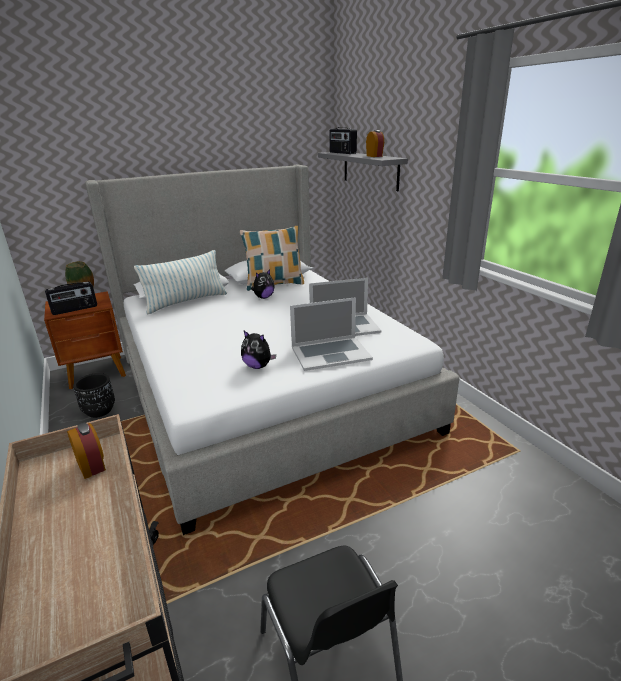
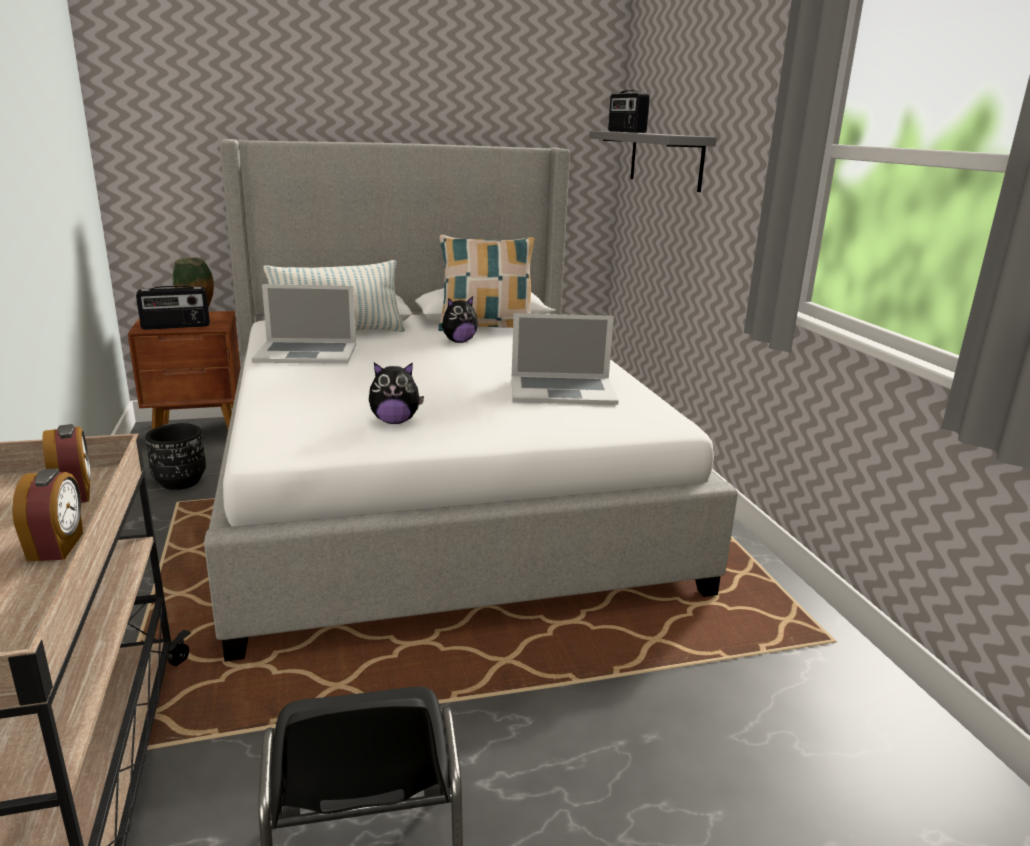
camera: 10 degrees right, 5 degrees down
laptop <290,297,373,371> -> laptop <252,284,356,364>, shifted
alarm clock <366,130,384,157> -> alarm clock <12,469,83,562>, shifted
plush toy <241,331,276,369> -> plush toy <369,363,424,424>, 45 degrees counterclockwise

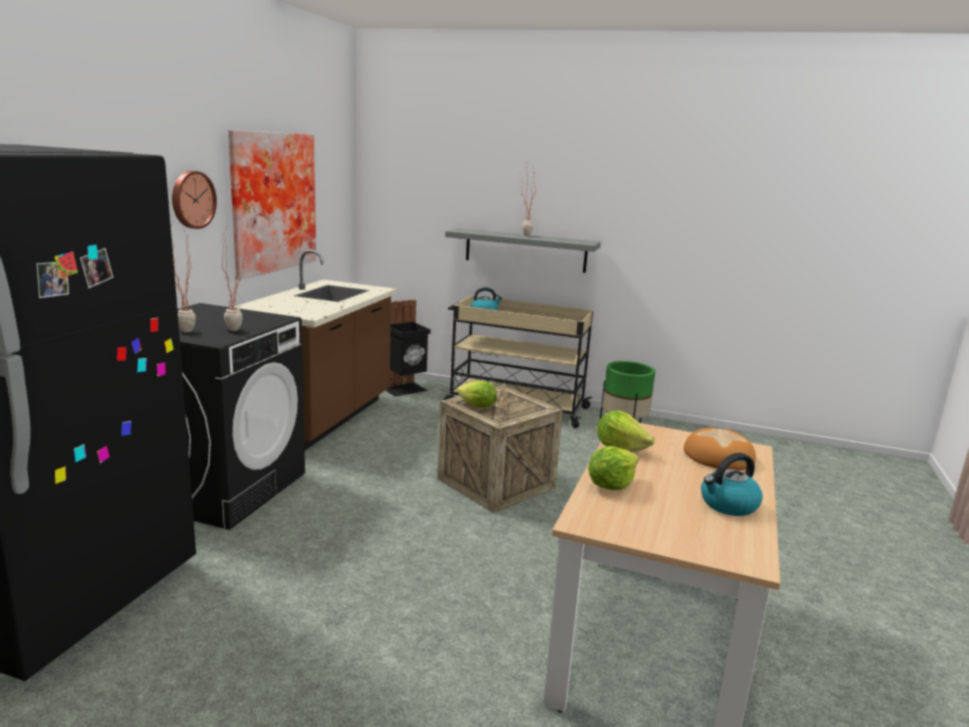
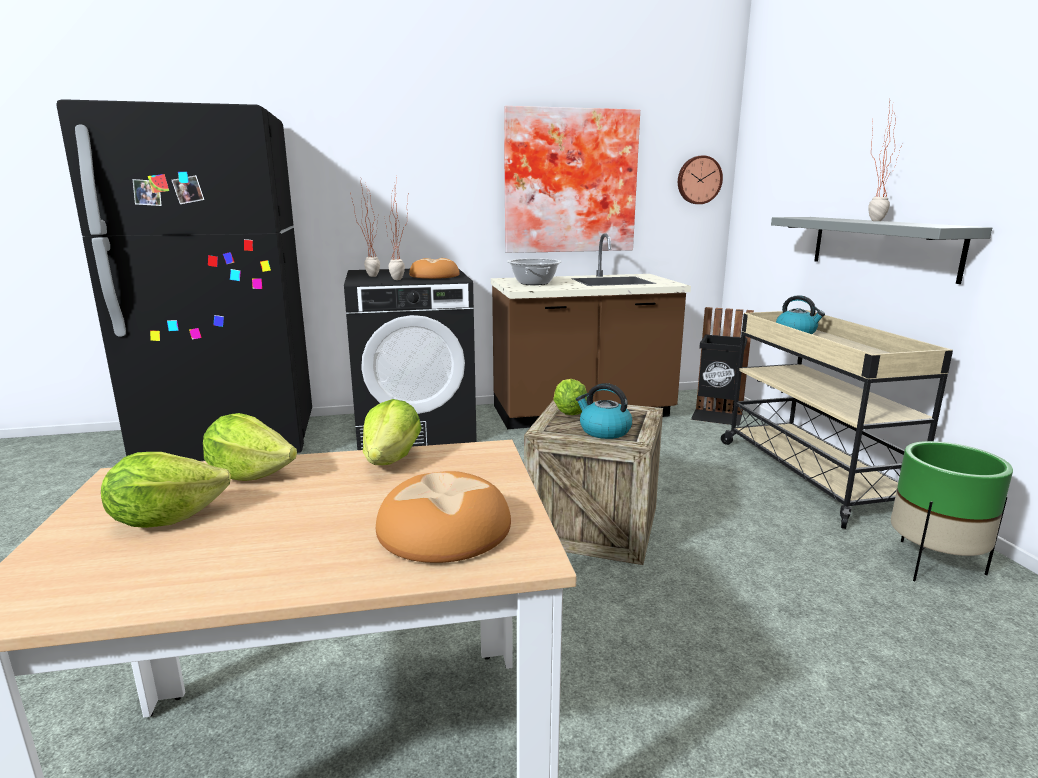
camera: 60 degrees right, 0 degrees up
none -> lettuce <101,452,231,528>
none -> bread <409,258,460,279>
none -> cooking pot <507,258,562,285>
wall clock <172,171,217,229> -> wall clock <678,155,723,204>, shifted
kettle <701,453,763,516> -> kettle <576,383,632,439>, shifted

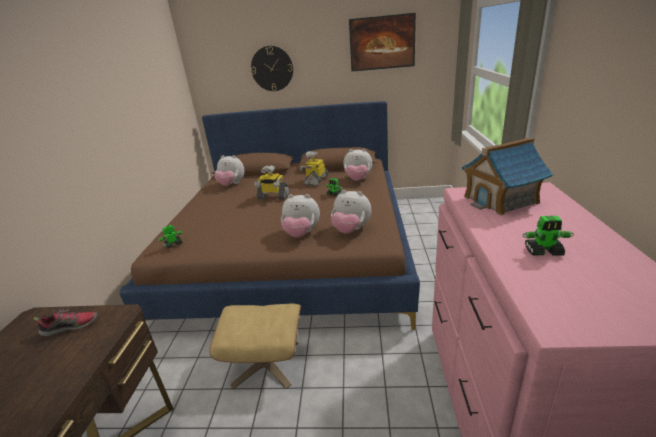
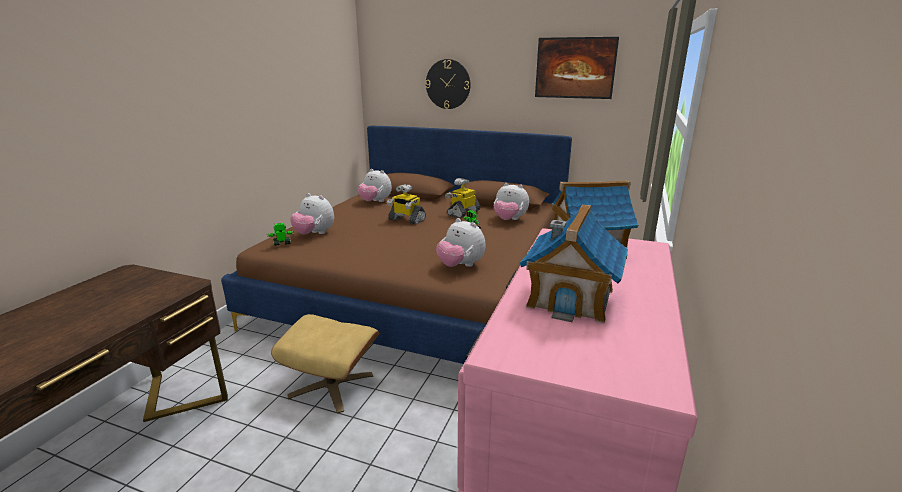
camera: 15 degrees right, 5 degrees down
shoe <33,308,97,336> -> none
plush toy <281,194,320,238> -> plush toy <290,193,334,235>, shifted
toy robot <522,216,574,256> -> toy house <519,204,628,323>

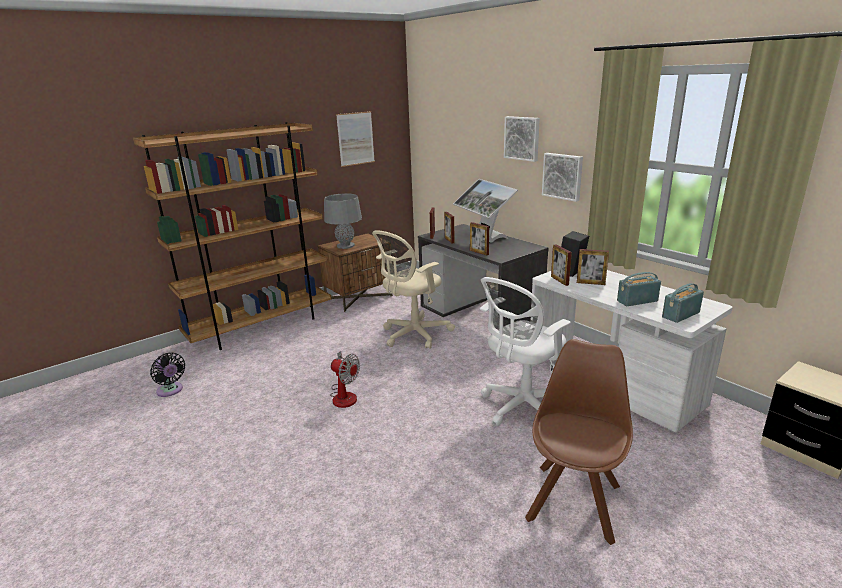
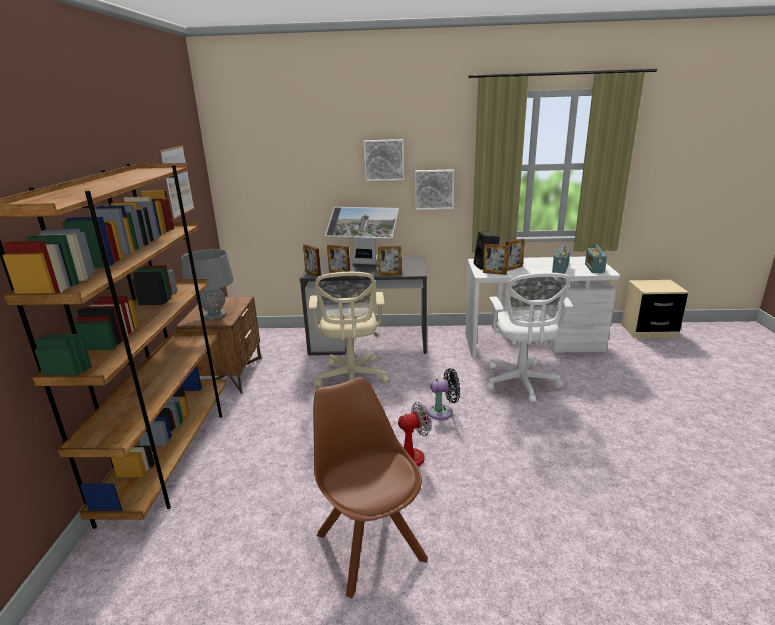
camera: 50 degrees left, 0 degrees up
fan (black) <150,353,185,397> -> fan (black) <428,368,460,420>, shifted
chair (brown) <525,339,633,545> -> chair (brown) <313,377,428,598>, shifted

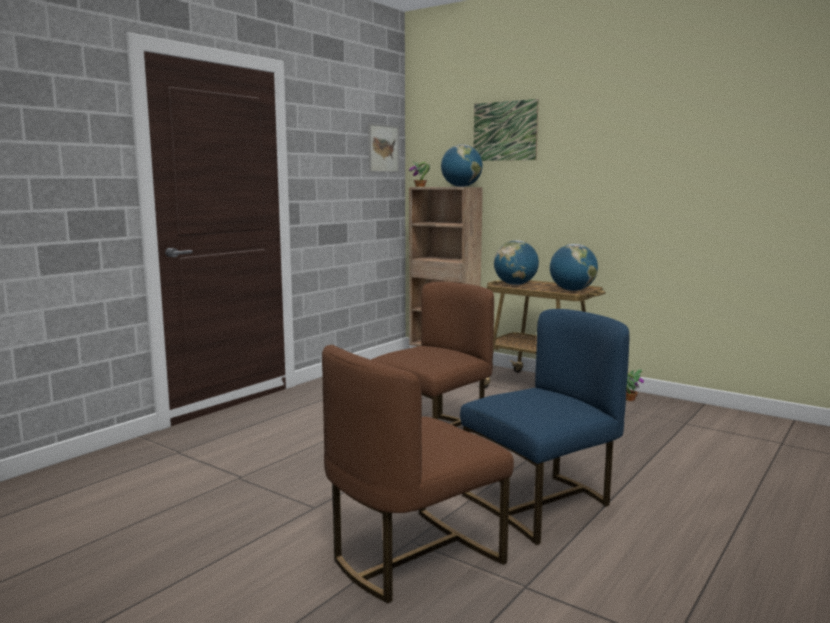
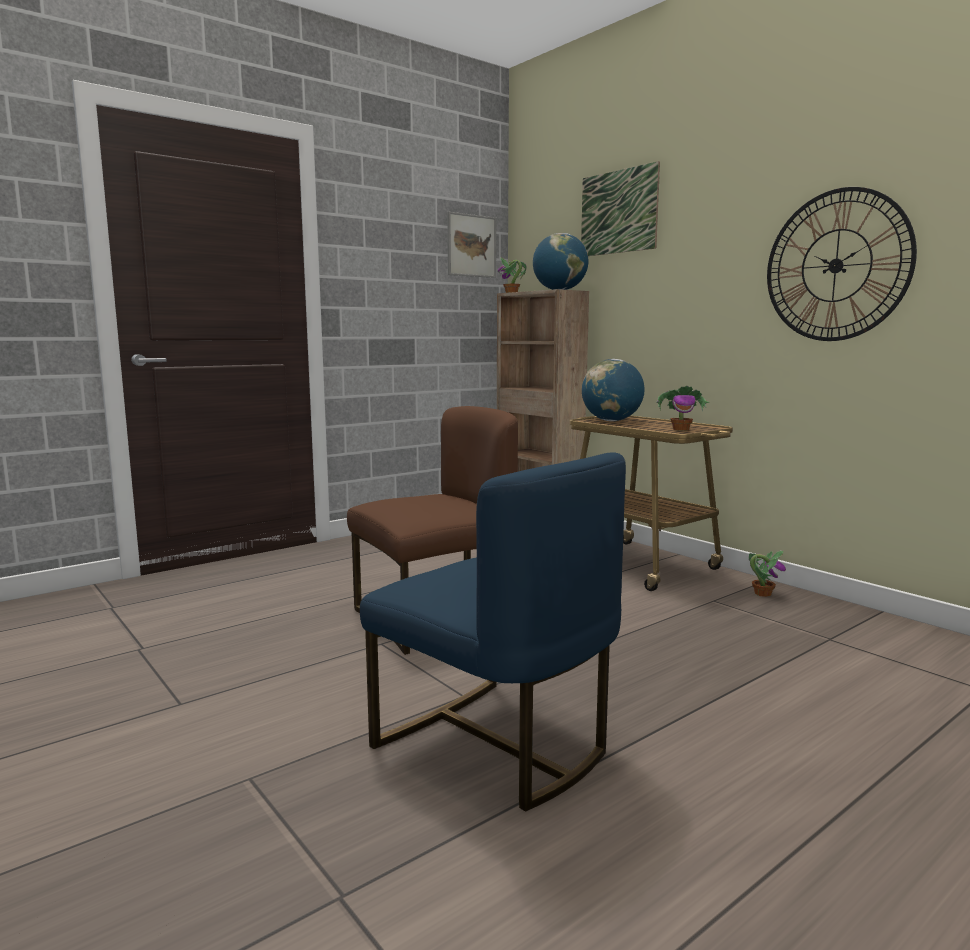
camera: 15 degrees right, 0 degrees up
chair (brown) <322,345,514,603> -> none
none -> wall clock <767,187,917,341>
globe <550,244,598,291> -> potted plant <657,386,710,431>
chair (blue) <460,309,629,545> -> chair (blue) <360,452,626,812>, 60 degrees clockwise

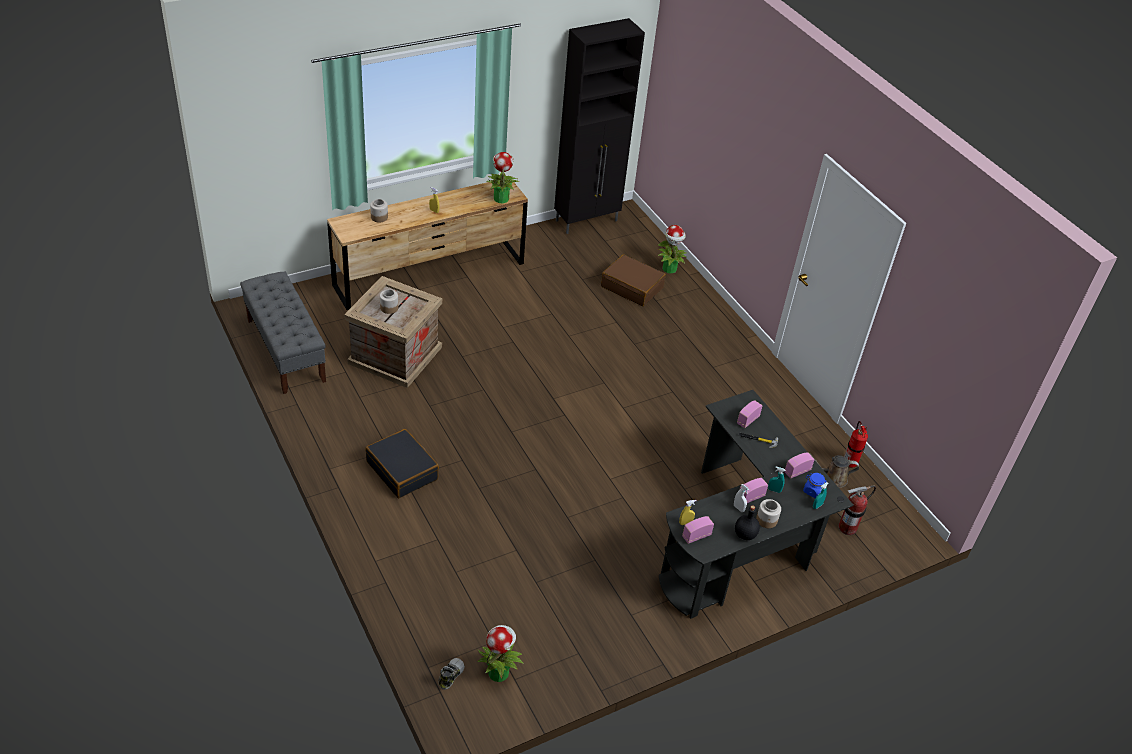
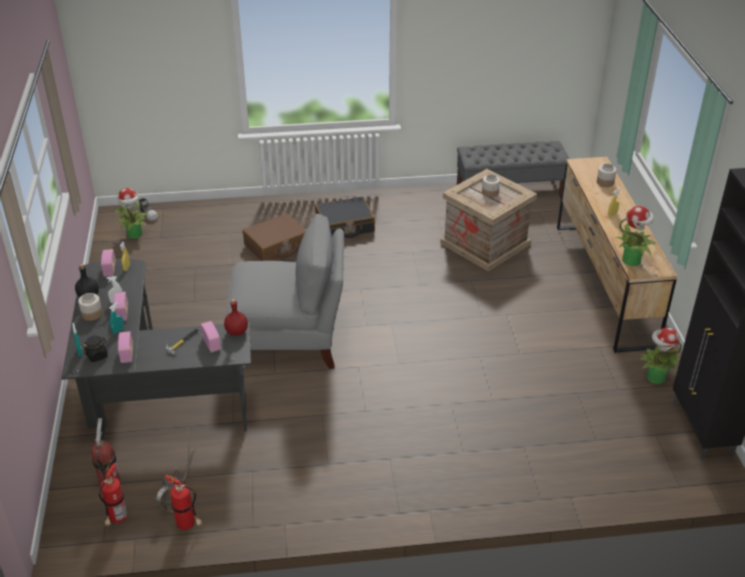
camera: 115 degrees right, 5 degrees down
none -> fire extinguisher <99,463,127,526>
none -> bottle (red) <224,299,248,336>
none -> chair (grey) <226,214,344,369>
suitcase (brown) <601,254,666,306> -> suitcase (brown) <243,213,306,261>, shifted
potted plant <658,225,687,273> -> potted plant <640,327,682,384>, shifted
jar (blue) <803,473,827,498> -> jar (black) <83,336,108,362>

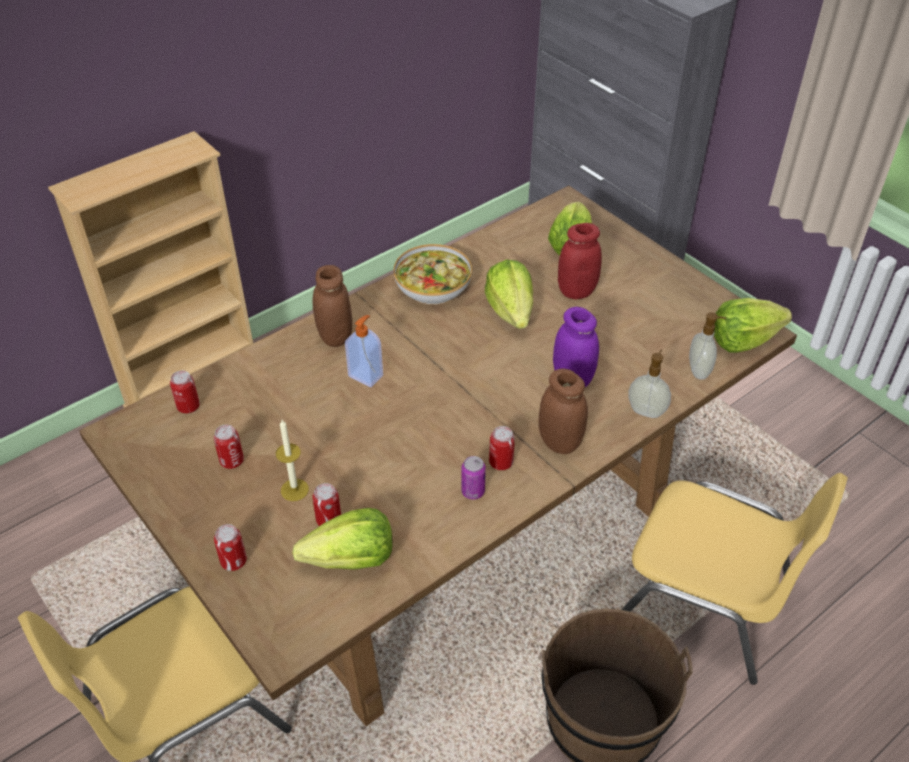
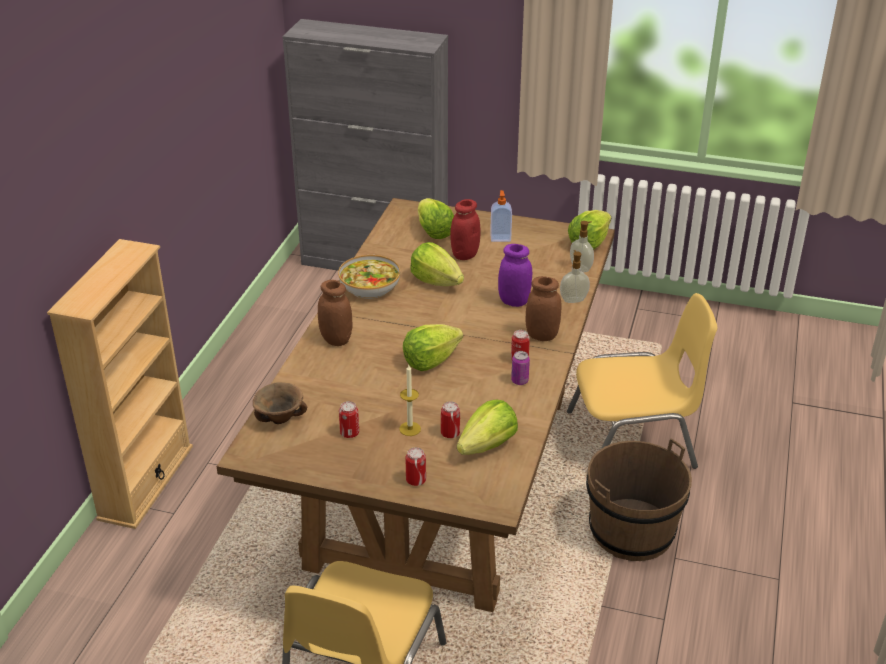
camera: 35 degrees left, 10 degrees down
none -> lettuce <403,324,463,371>
soap dispenser <345,315,383,387> -> soap dispenser <490,190,512,242>, shifted
can <170,371,200,413> -> bowl (brown) <253,382,307,424>

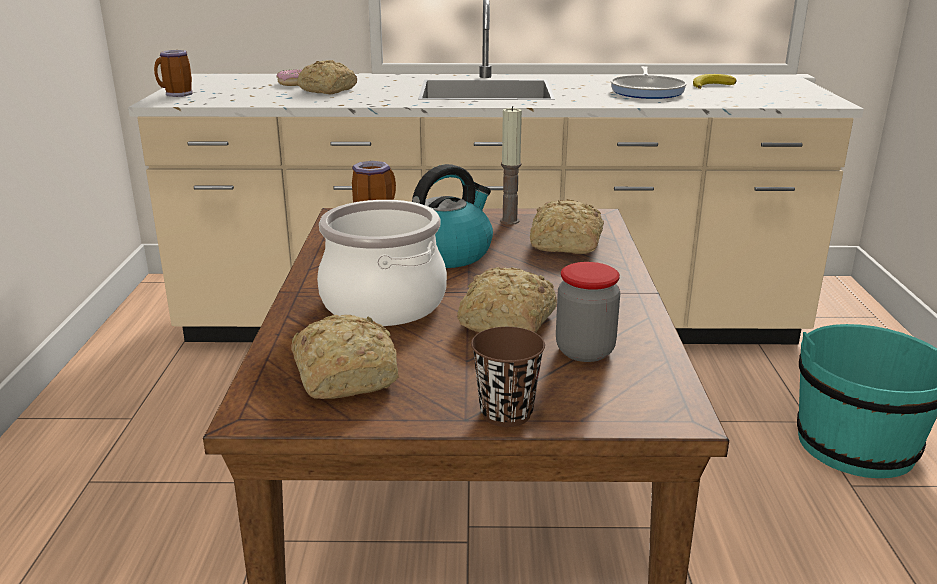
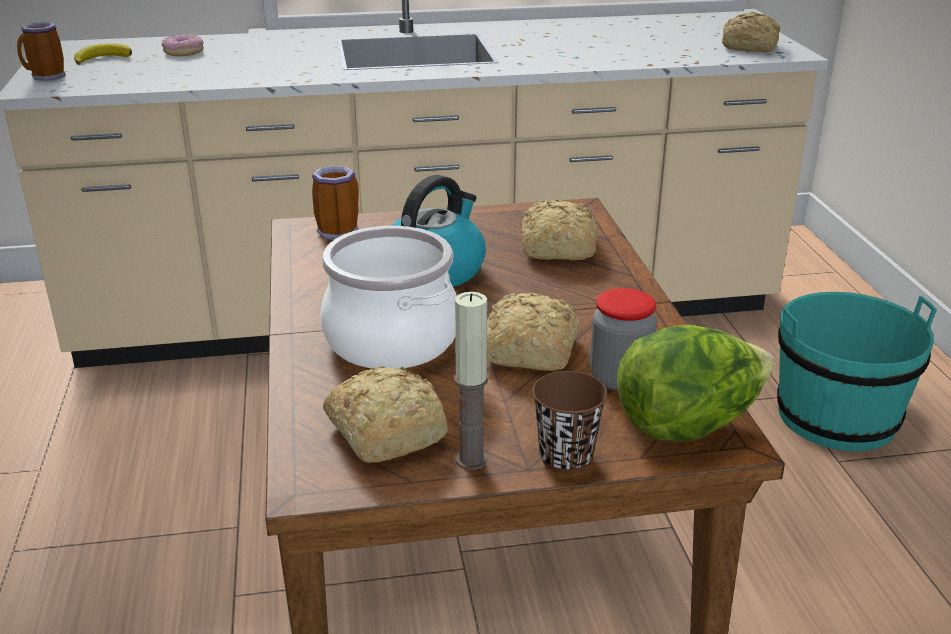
camera: 10 degrees left, 5 degrees up
frying pan <611,66,687,99> -> none
none -> lettuce <617,324,774,442>
bread <297,60,357,94> -> bread <722,12,780,53>, shifted
candle <500,106,522,225> -> candle <454,292,489,470>, shifted
banana <693,74,736,89> -> banana <74,43,132,65>, shifted

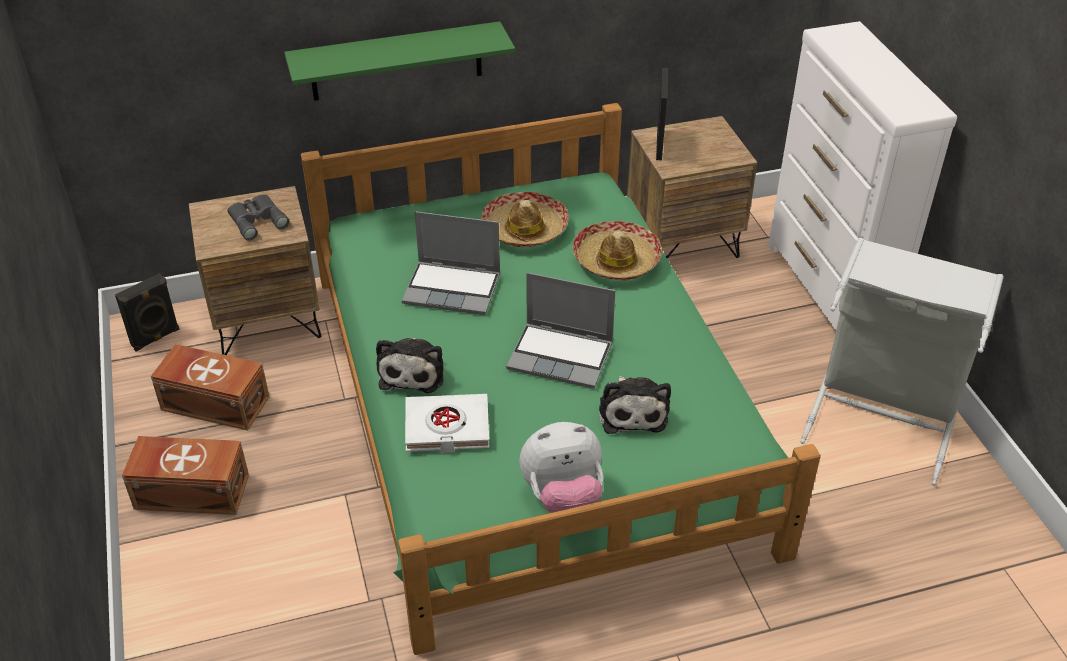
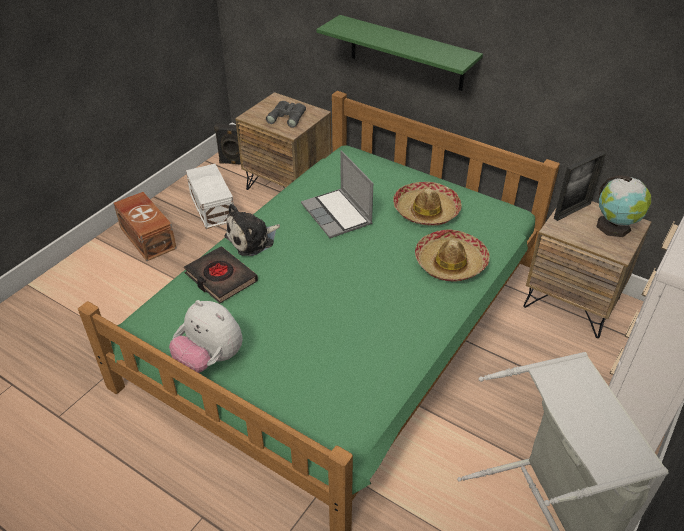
camera: 50 degrees right, 0 degrees up
laptop <506,272,615,389> -> none
plush toy <599,376,671,434> -> none
none -> globe <596,175,651,237>
storage box (brown) <151,344,269,430> -> storage box (white) <186,164,234,229>
book (white) <405,394,489,453> -> book (black) <184,247,258,303>

